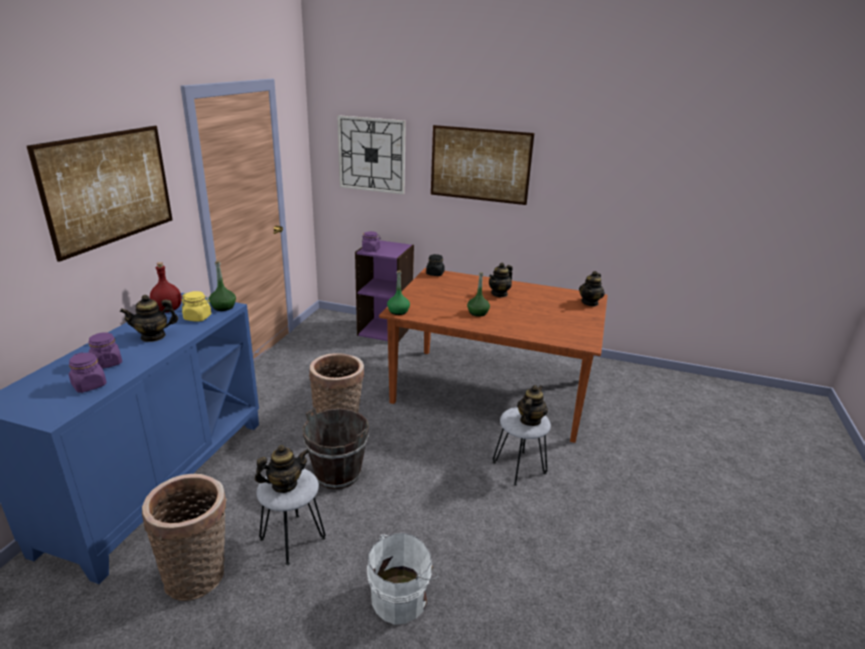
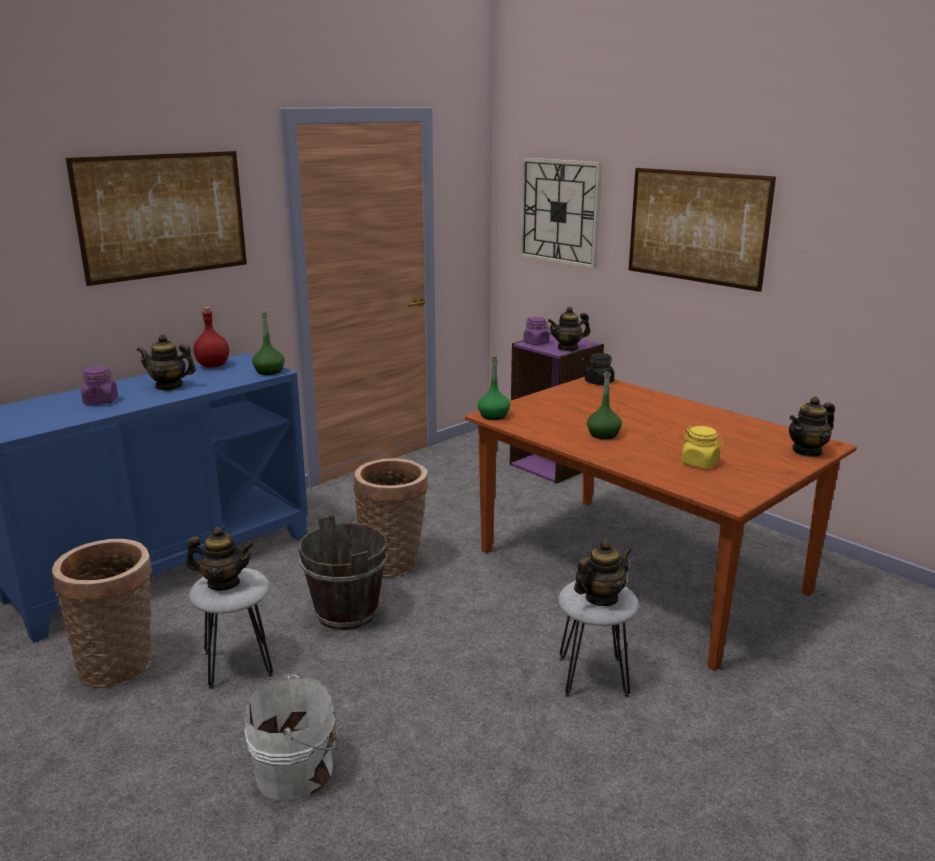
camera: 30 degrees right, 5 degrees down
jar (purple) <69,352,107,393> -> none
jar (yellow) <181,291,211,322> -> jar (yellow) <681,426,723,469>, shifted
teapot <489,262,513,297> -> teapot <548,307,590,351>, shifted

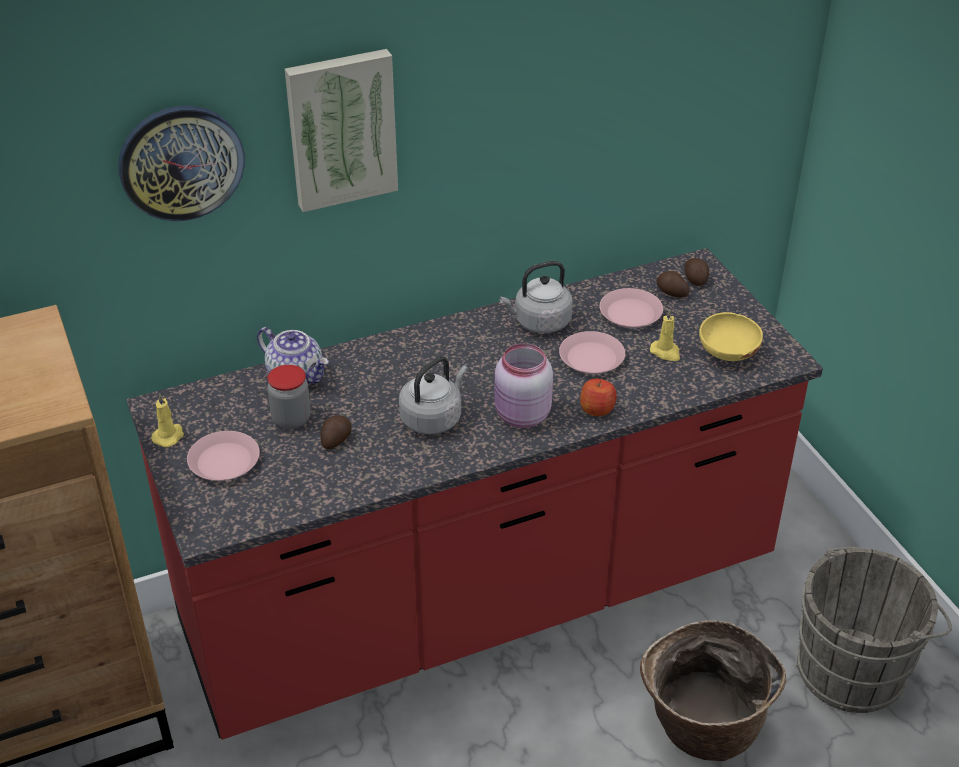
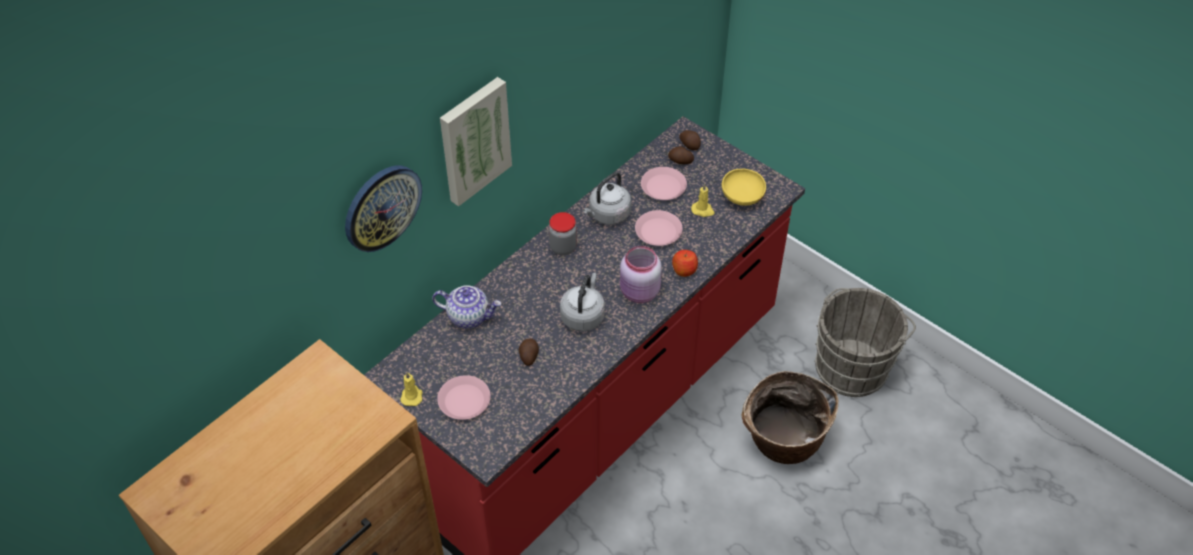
camera: 25 degrees left, 10 degrees up
jar <267,365,311,429> -> jar <549,212,577,255>, shifted

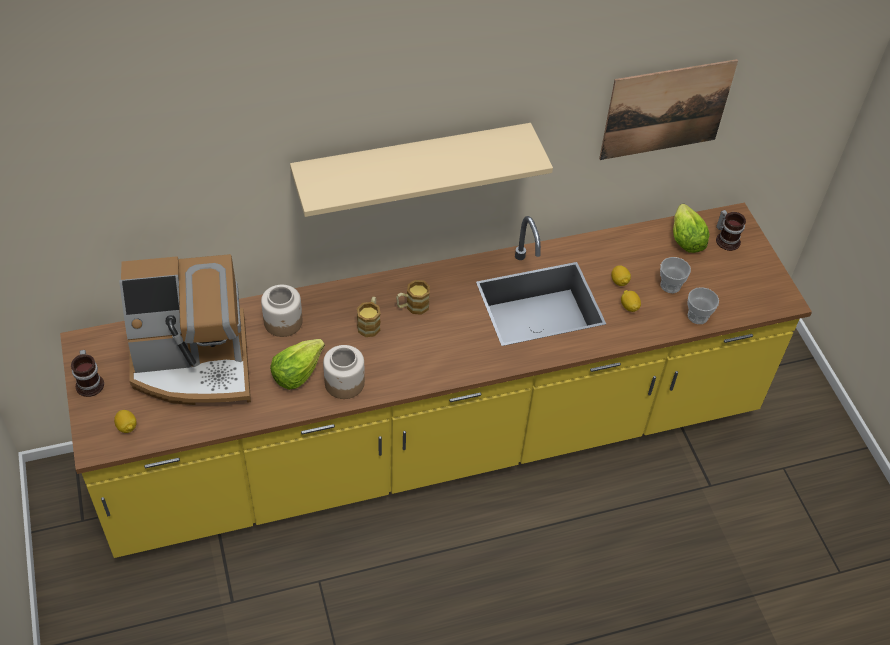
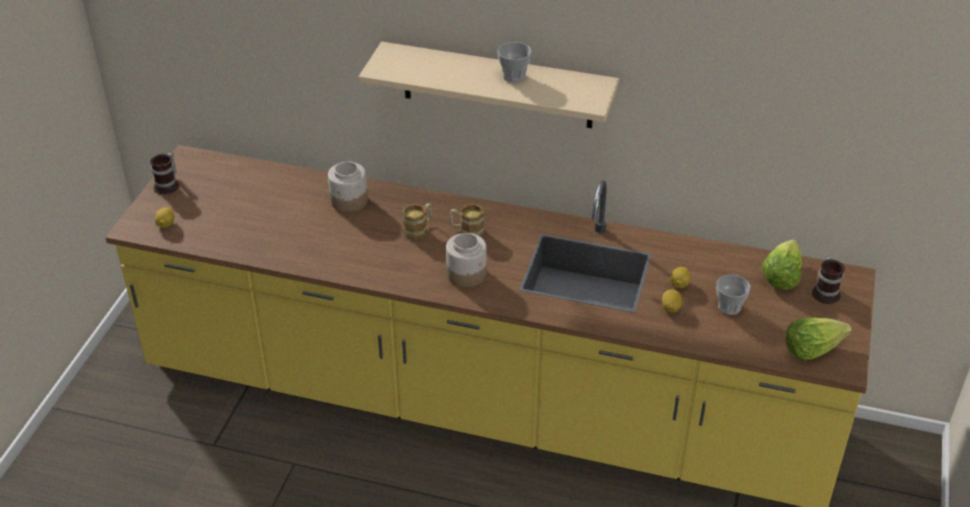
camera: 35 degrees right, 10 degrees down
coffee machine <119,254,251,405> -> none
picture <599,59,738,160> -> none
lettuce <270,339,325,390> -> lettuce <786,317,852,361>, shifted
jar <323,345,365,399> -> jar <446,233,487,287>, shifted
cup <687,287,719,324> -> cup <498,42,531,83>, shifted

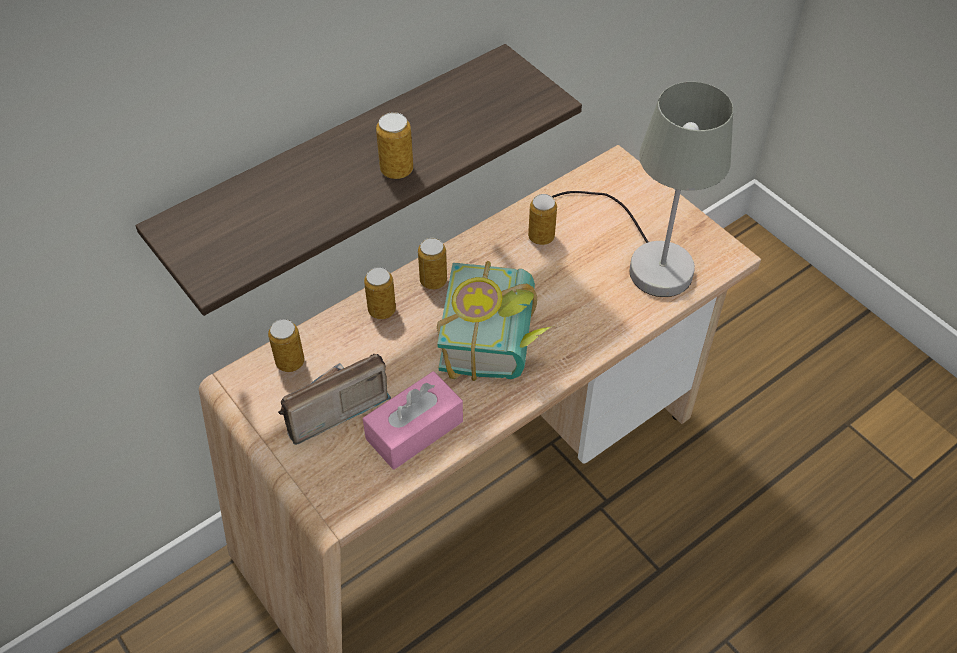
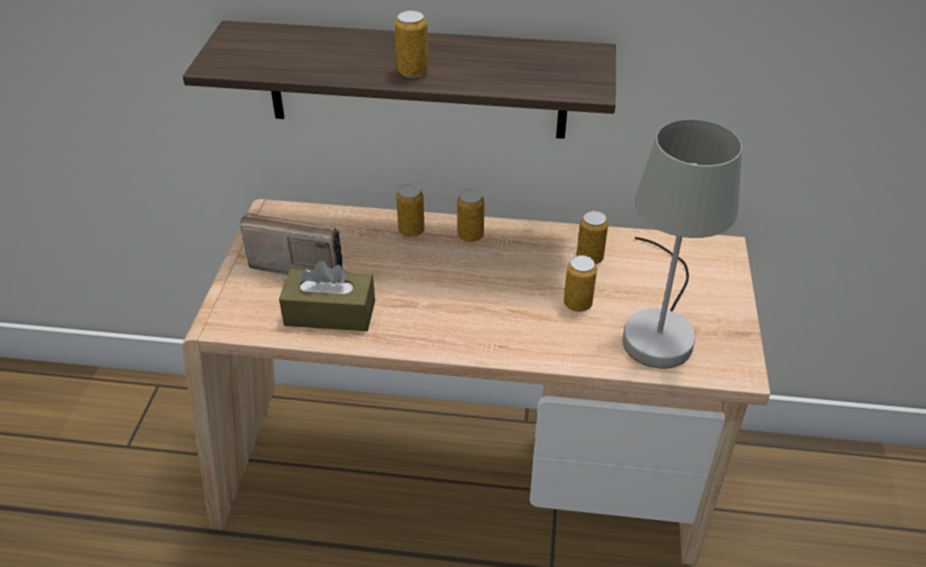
camera: 45 degrees right, 10 degrees down
book <437,261,555,381> -> none
can <268,319,304,372> -> can <564,255,597,312>, shifted
tissue box (pink) <363,371,463,470> -> tissue box (brown) <279,261,375,331>

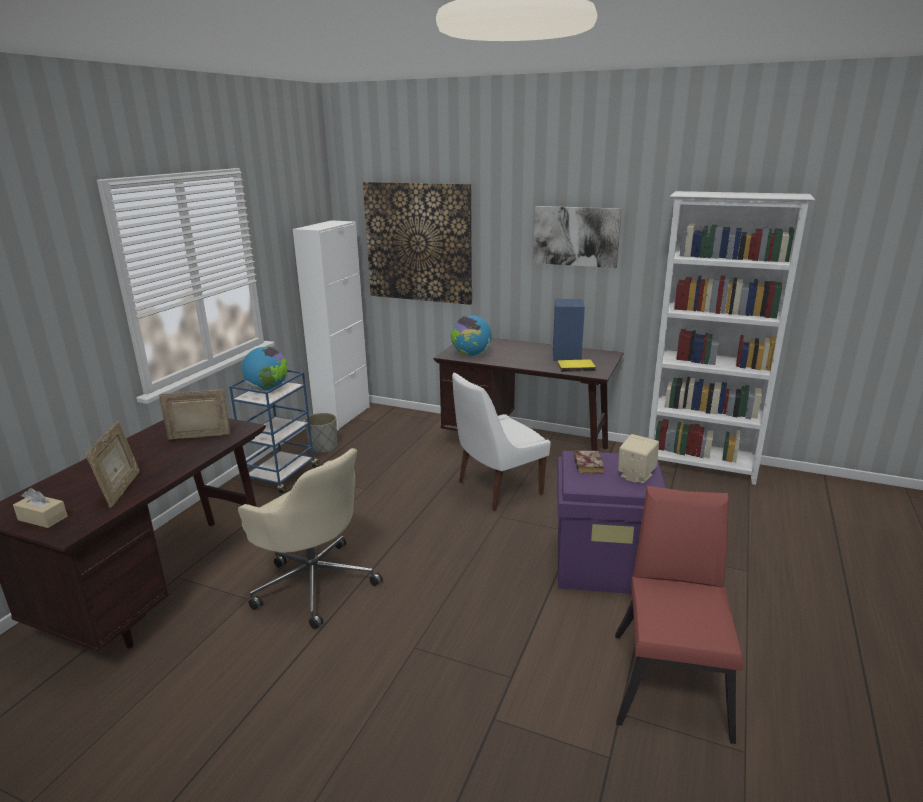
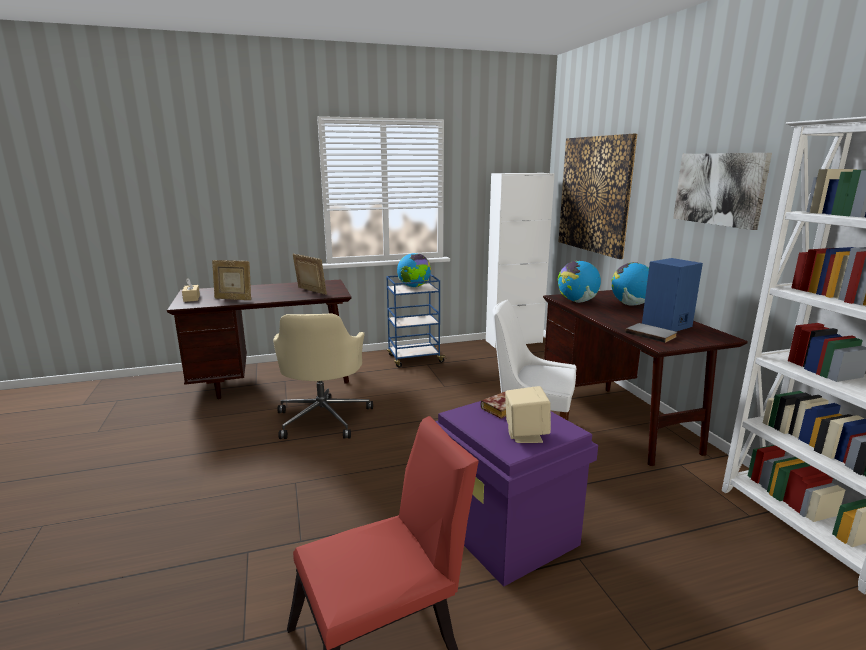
camera: 50 degrees right, 5 degrees down
planter (grey) <305,413,337,453> -> none
none -> globe <611,262,649,305>
book (yellow) <557,359,596,372> -> book (grey) <625,323,677,343>
picture frame <85,421,140,508> -> picture frame <212,260,251,300>, 60 degrees clockwise

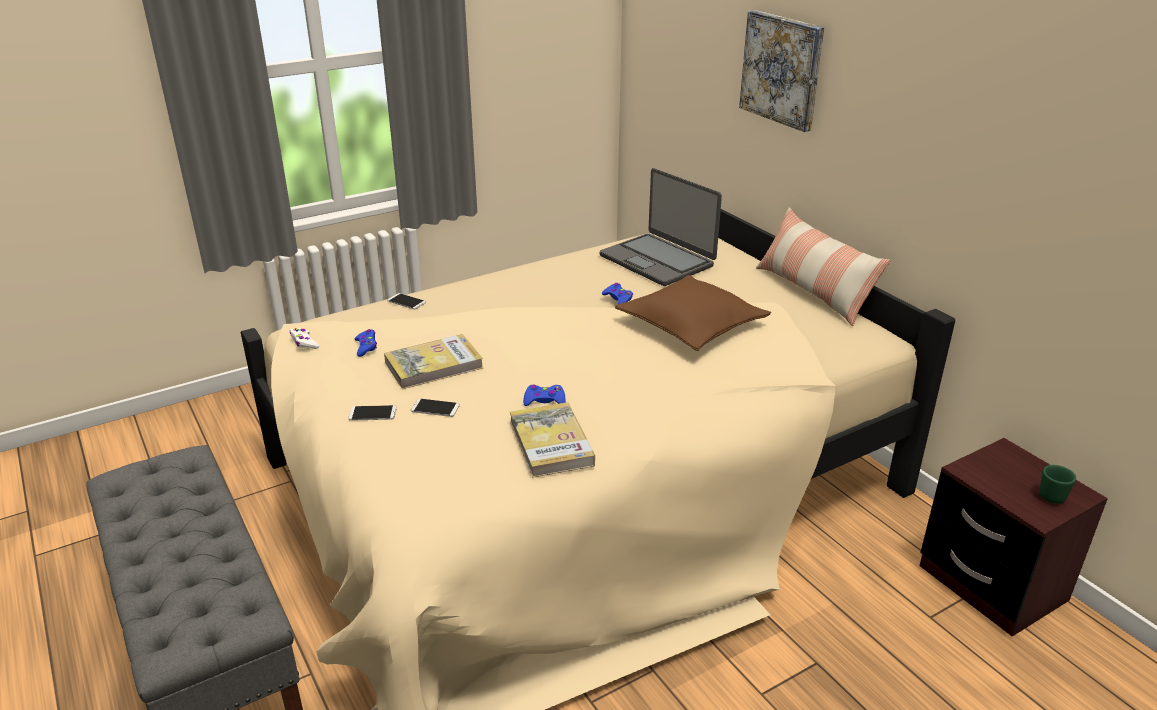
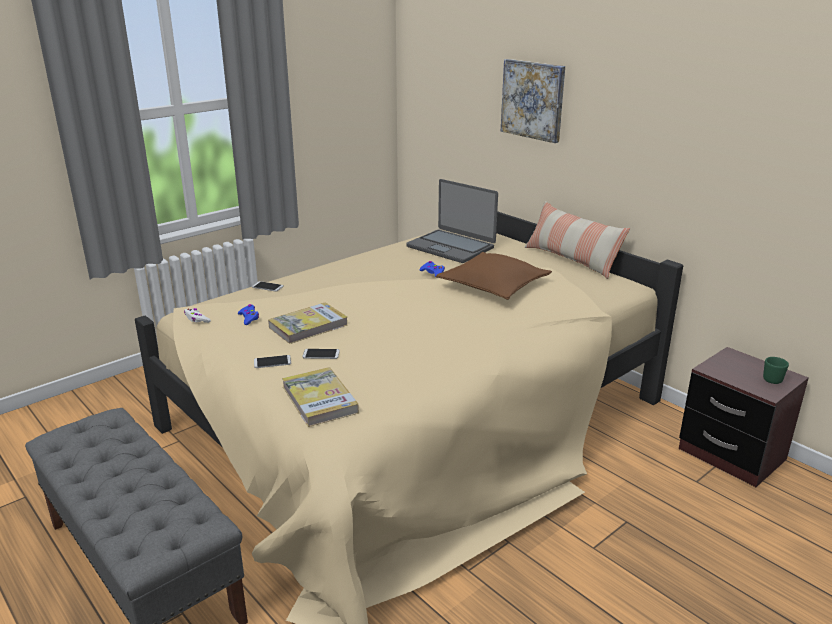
camera: 10 degrees left, 5 degrees down
game controller (blue) <523,384,566,406> -> none
book <510,402,595,478> -> book <282,367,359,427>, shifted

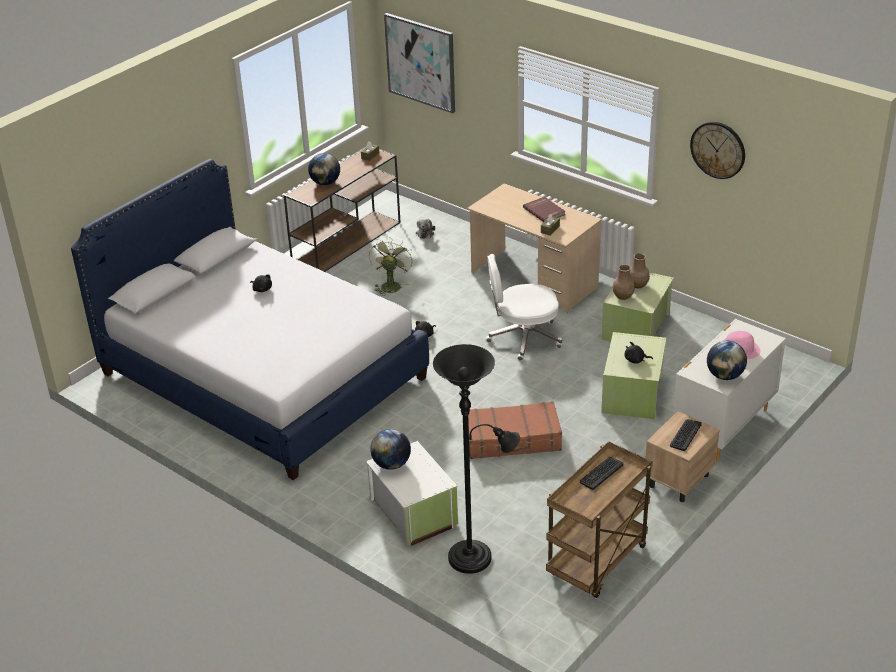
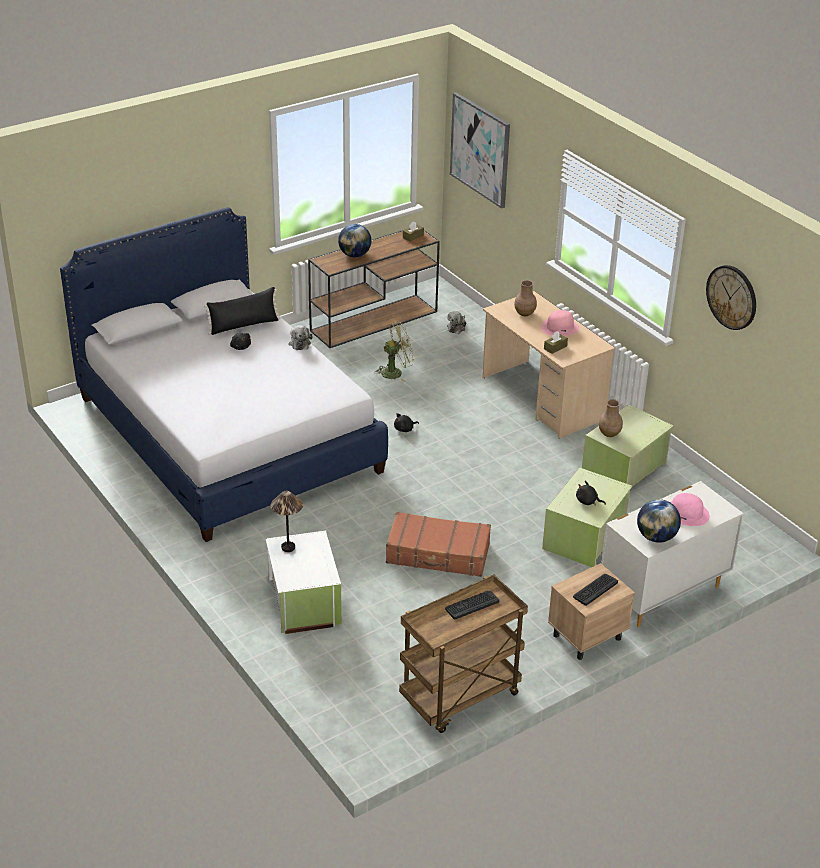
camera: 15 degrees right, 0 degrees up
floor lamp (black) <433,344,520,574> -> none
office chair (white) <486,254,562,361> -> none
none -> pillow (black) <204,287,280,335>
none -> plush toy <288,325,313,350>
vase (brown) <630,253,650,288> -> vase (brown) <514,280,537,316>, shifted
globe <370,429,411,470> -> table lamp <271,491,303,552>
book (red) <523,197,565,222> -> hat (pink) <541,310,579,336>
fan (green) <369,237,413,296> -> fan (green) <374,322,414,382>, 45 degrees clockwise

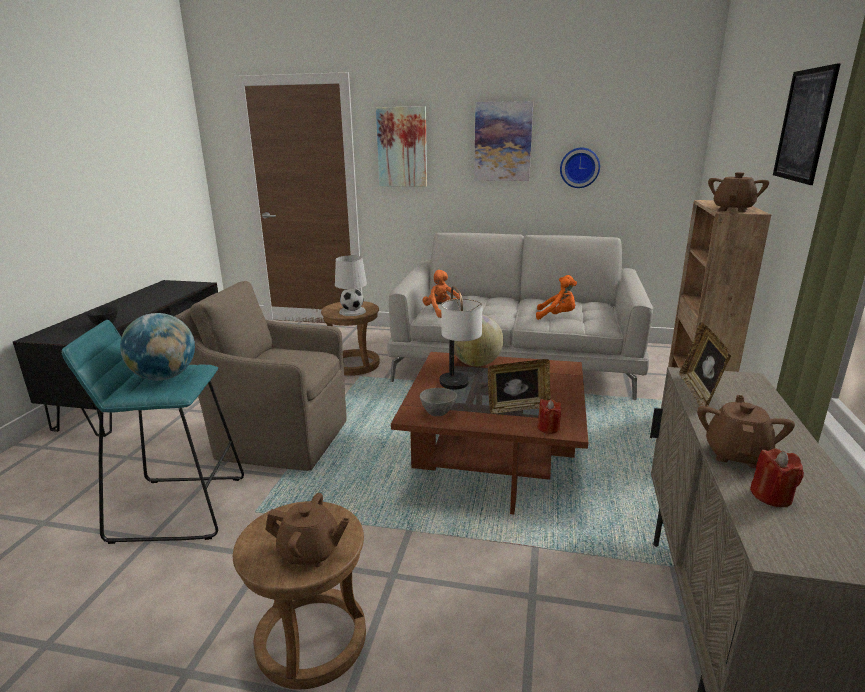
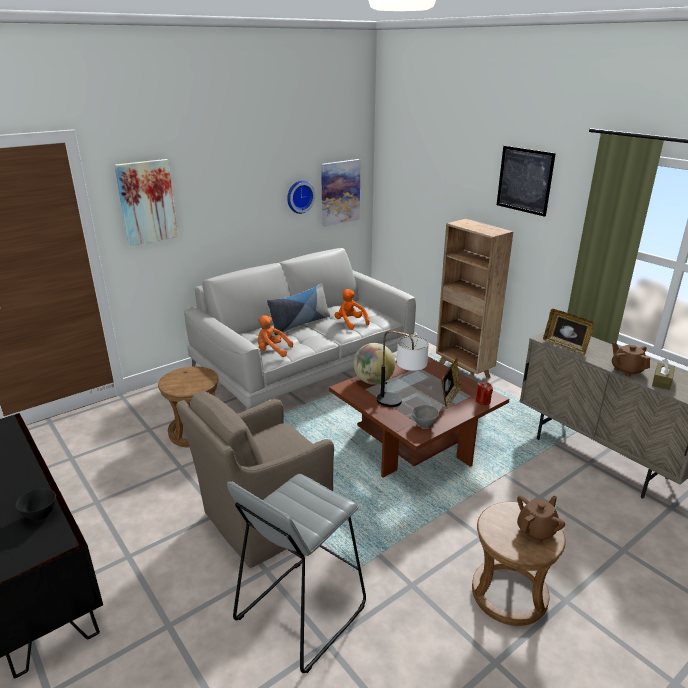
camera: 50 degrees left, 5 degrees up
globe <120,313,195,380> -> none
table lamp (white) <335,255,367,316> -> none
teapot (brown) <708,172,769,212> -> none
none -> pillow <267,284,330,335>
picture <474,101,533,181> -> picture <321,159,360,227>, shifted
candle (red) <750,448,804,507> -> tissue box (brown) <652,359,675,390>
stool (turquoise) <62,320,244,544> -> stool (grey) <227,474,366,673>
plush toy (orange) <536,275,577,320> -> plush toy (orange) <335,289,370,330>, 90 degrees counterclockwise

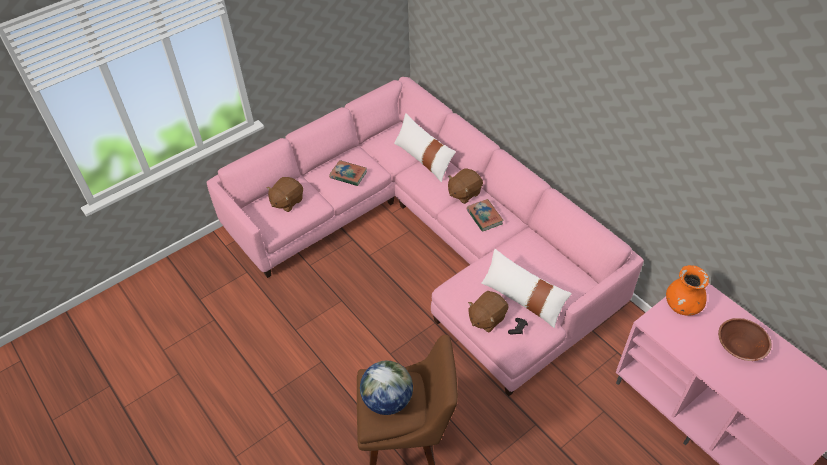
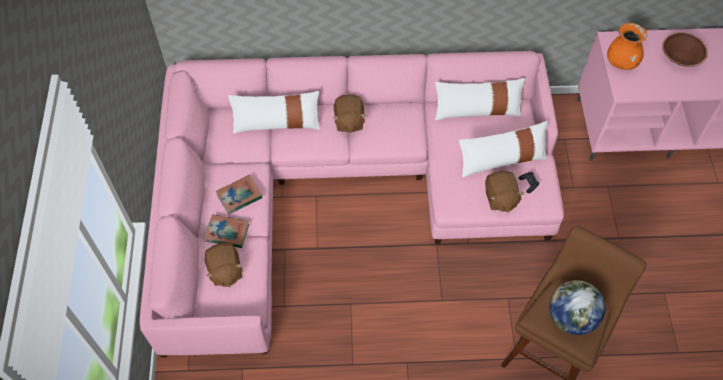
camera: 55 degrees left, 10 degrees up
none -> pillow (white) <435,78,525,120>
book <467,199,504,232> -> book <204,214,249,248>, shifted

